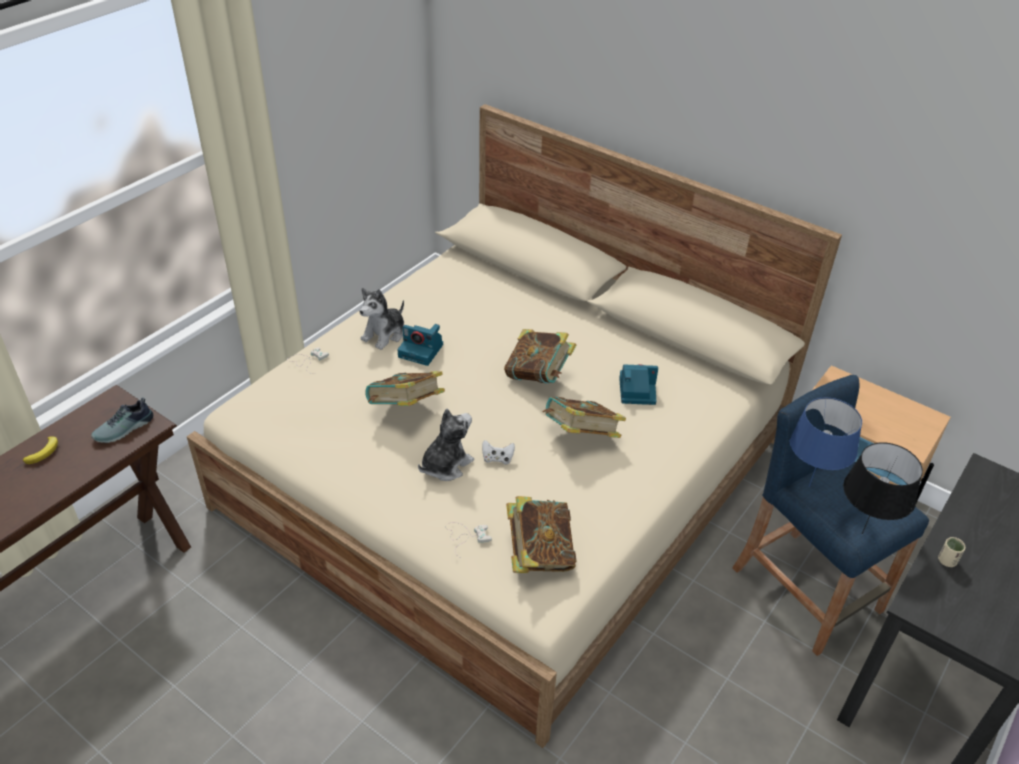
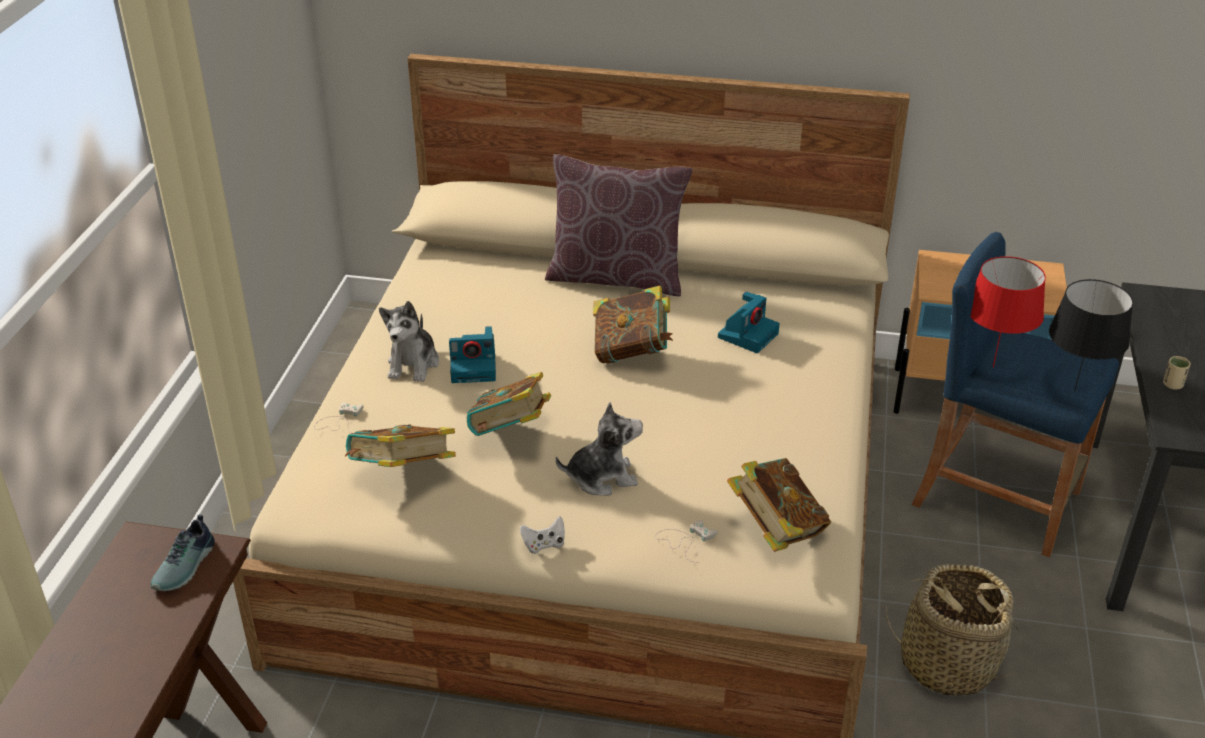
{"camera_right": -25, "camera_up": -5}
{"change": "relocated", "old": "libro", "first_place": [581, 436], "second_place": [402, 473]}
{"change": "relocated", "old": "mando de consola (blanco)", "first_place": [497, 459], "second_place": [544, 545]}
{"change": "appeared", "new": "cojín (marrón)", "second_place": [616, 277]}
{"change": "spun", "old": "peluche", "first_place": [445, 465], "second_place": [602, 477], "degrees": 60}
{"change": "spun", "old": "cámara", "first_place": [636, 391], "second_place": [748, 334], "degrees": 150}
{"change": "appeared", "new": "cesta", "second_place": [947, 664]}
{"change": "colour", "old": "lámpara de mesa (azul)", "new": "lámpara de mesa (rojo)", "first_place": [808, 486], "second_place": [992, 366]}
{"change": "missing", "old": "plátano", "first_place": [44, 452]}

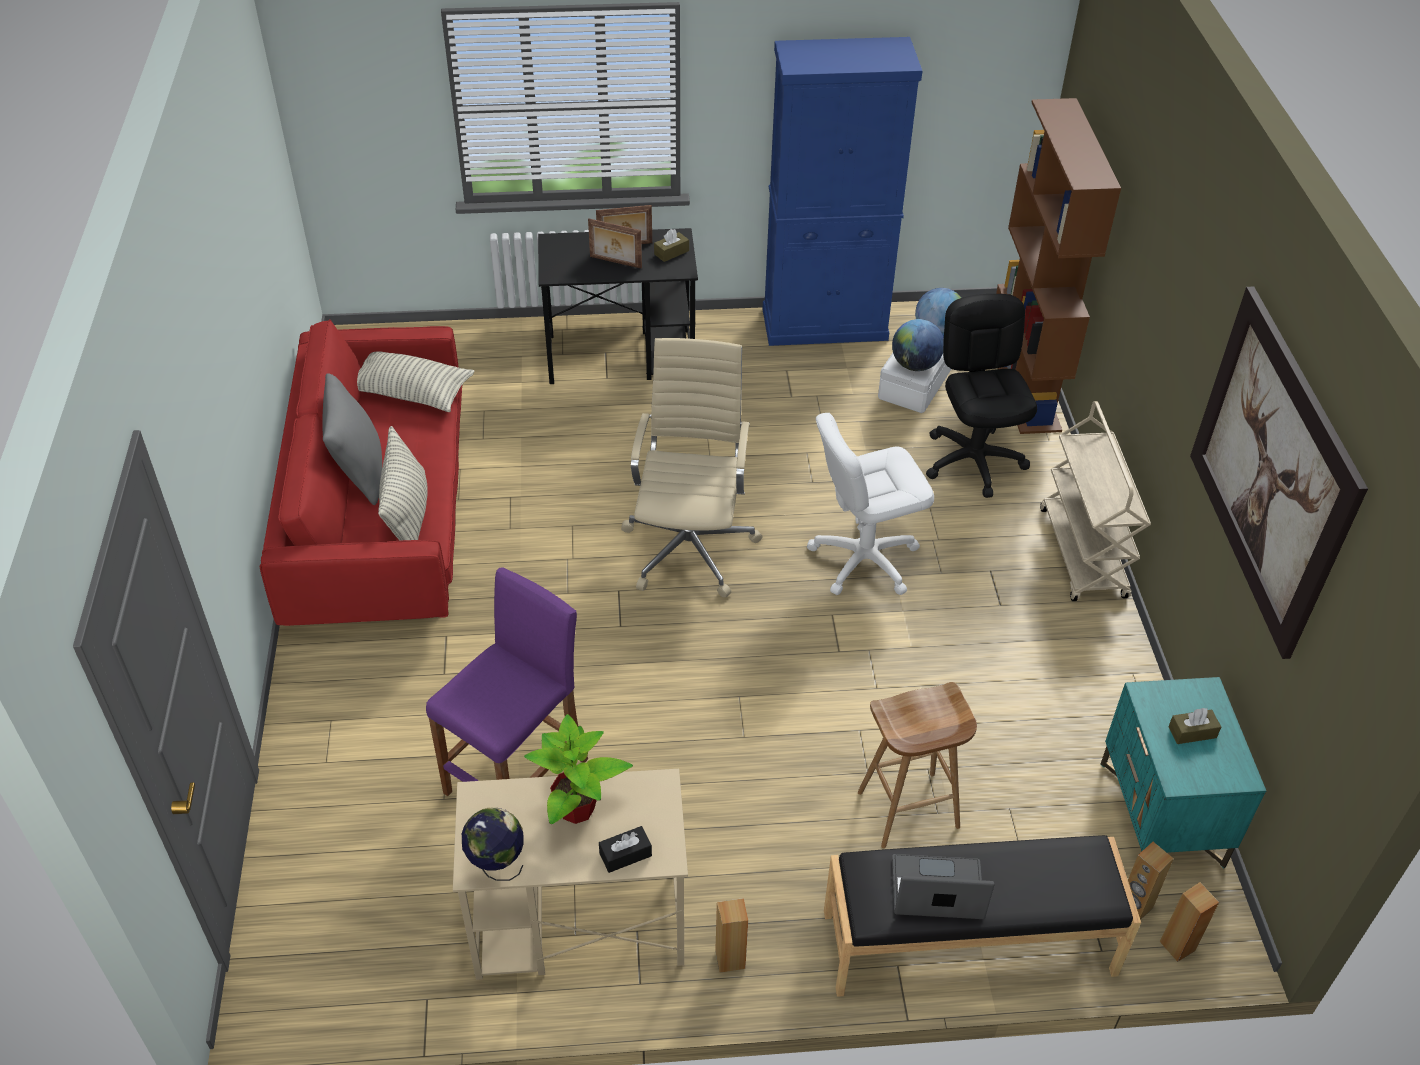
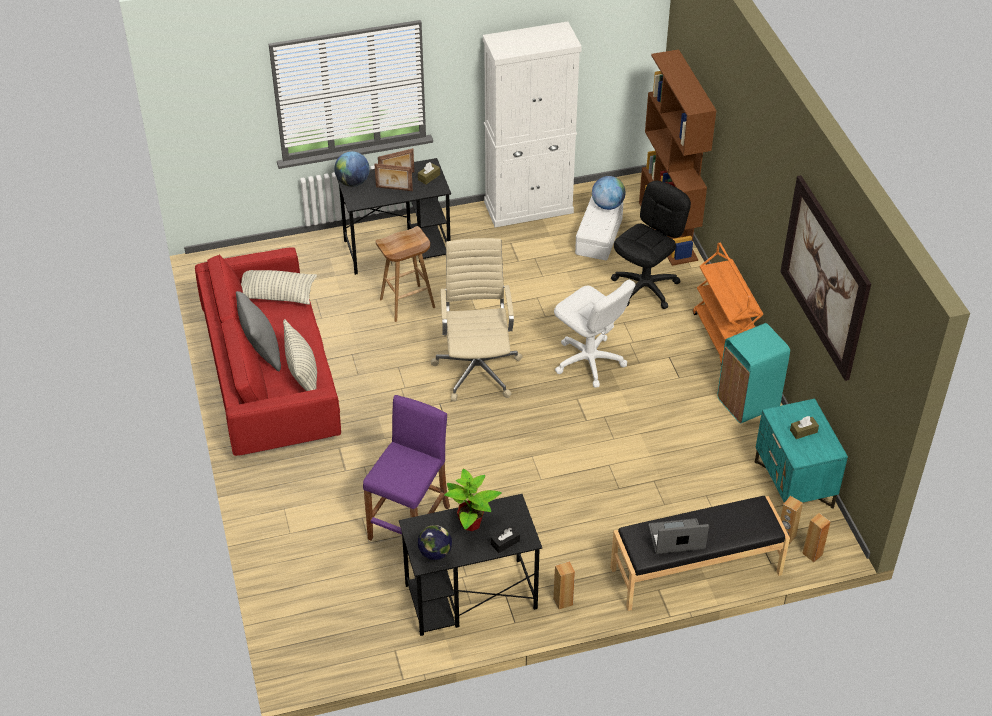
{"camera_right": -10, "camera_up": 0}
{"change": "relocated", "old": "globo terráqueo", "first_place": [915, 365], "second_place": [353, 182]}
{"change": "relocated", "old": "taburete (marrón)", "first_place": [907, 811], "second_place": [407, 304]}
{"change": "colour", "old": "escritorio (beis)", "new": "escritorio (negro)", "first_place": [577, 924], "second_place": [470, 597]}
{"change": "colour", "old": "armario (azul)", "new": "armario (blanco)", "first_place": [825, 324], "second_place": [529, 207]}
{"change": "spun", "old": "silla de oficina (blanco)", "first_place": [863, 559], "second_place": [589, 361], "degrees": -105}
{"change": "spun", "old": "silla de oficina (negro)", "first_place": [973, 461], "second_place": [645, 288], "degrees": 60}
{"change": "colour", "old": "carrito (beis)", "new": "carrito (naranja)", "first_place": [1083, 554], "second_place": [724, 338]}
{"change": "appeared", "new": "papelera (turquesa)", "second_place": [748, 403]}

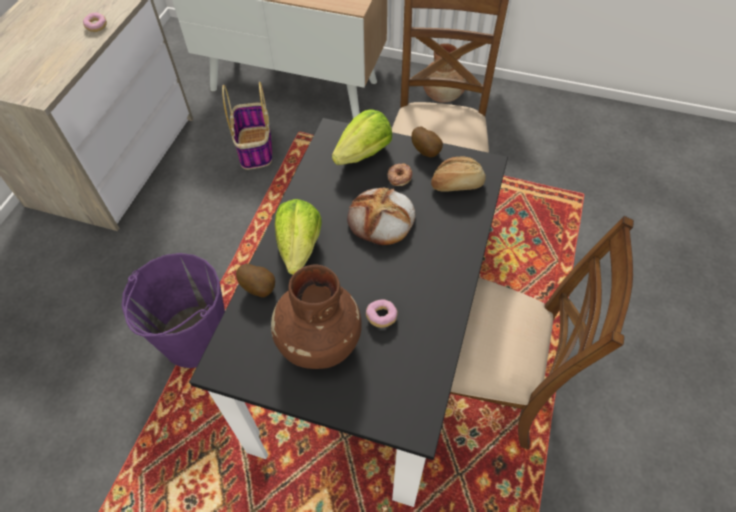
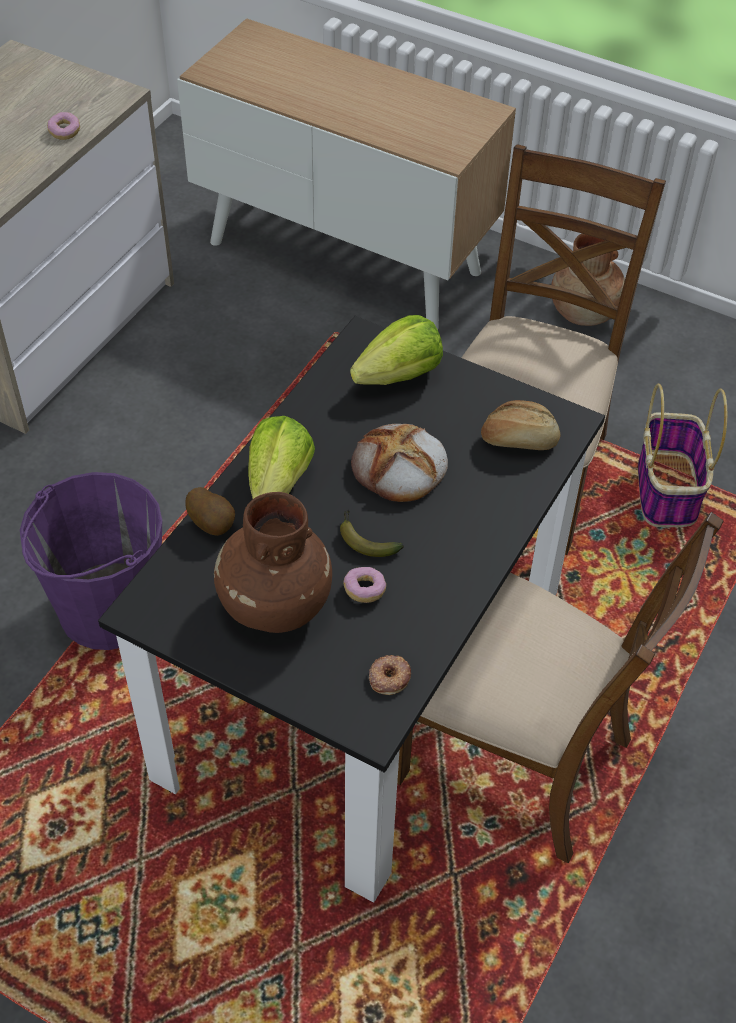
{"camera_right": 10, "camera_up": -5}
{"change": "appeared", "new": "plátano", "second_place": [365, 539]}
{"change": "relocated", "old": "rosquilla", "first_place": [399, 176], "second_place": [389, 677]}
{"change": "relocated", "old": "cesta", "first_place": [255, 149], "second_place": [667, 491]}
{"change": "missing", "old": "patata", "first_place": [426, 151]}

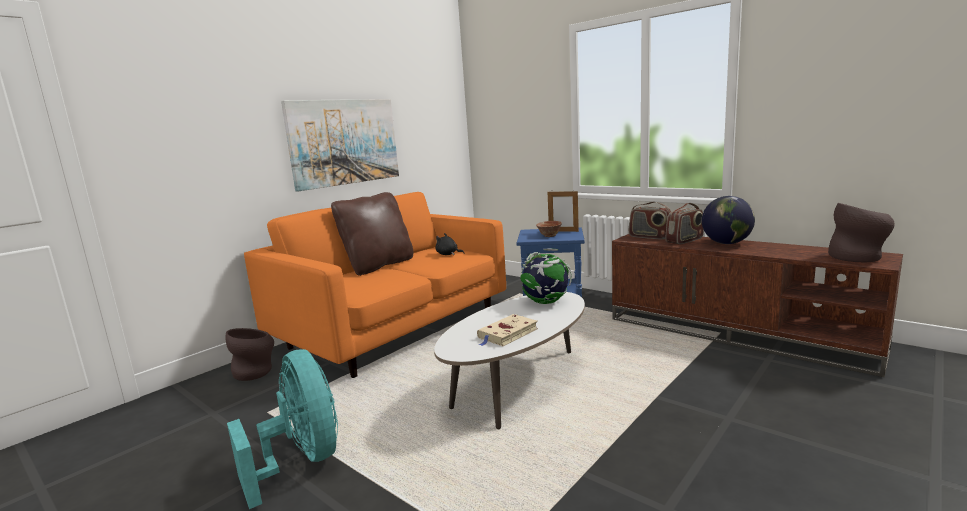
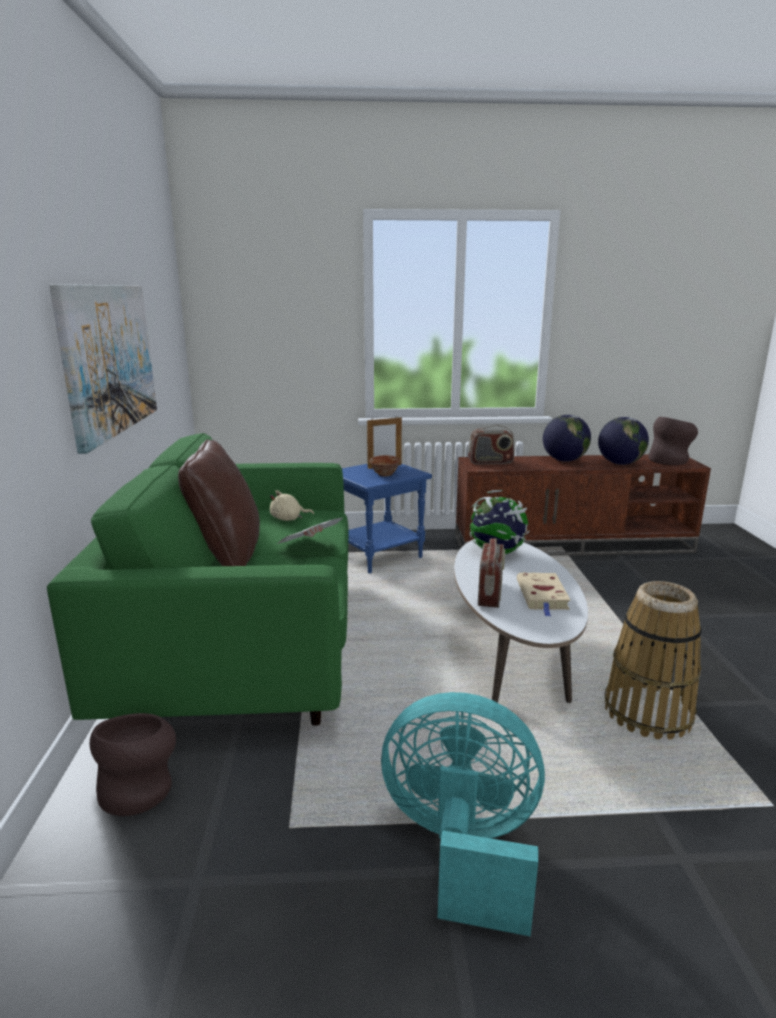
{"camera_right": -45, "camera_up": 5}
{"change": "colour", "old": "sofá (naranja)", "new": "sofá (verde)", "first_place": [394, 330], "second_place": [246, 644]}
{"change": "colour", "old": "peluche (negro)", "new": "peluche (beis)", "first_place": [448, 254], "second_place": [288, 519]}
{"change": "appeared", "new": "periódico", "second_place": [310, 548]}
{"change": "relocated", "old": "radio", "first_place": [685, 240], "second_place": [490, 594]}
{"change": "appeared", "new": "globo terráqueo", "second_place": [620, 463]}
{"change": "appeared", "new": "cesta", "second_place": [648, 713]}

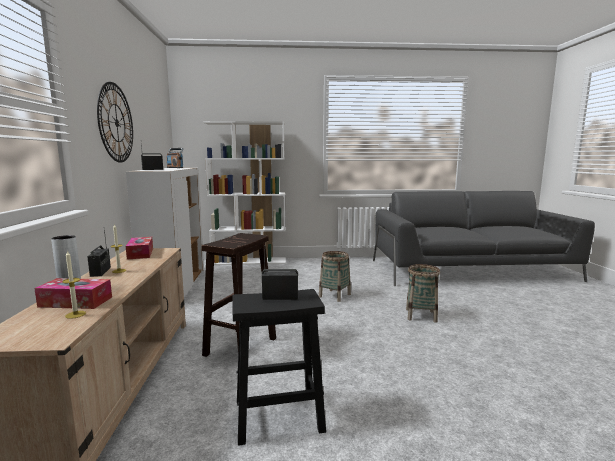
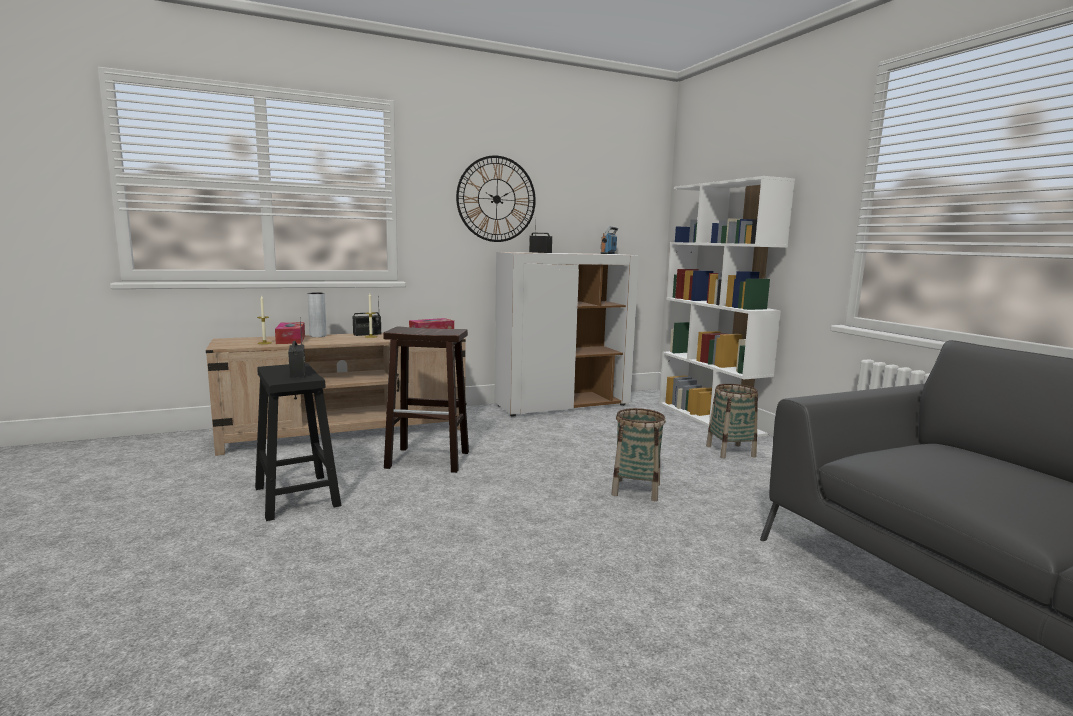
{"camera_right": 70, "camera_up": 0}
{"change": "relocated", "old": "cesta", "first_place": [421, 315], "second_place": [730, 451]}

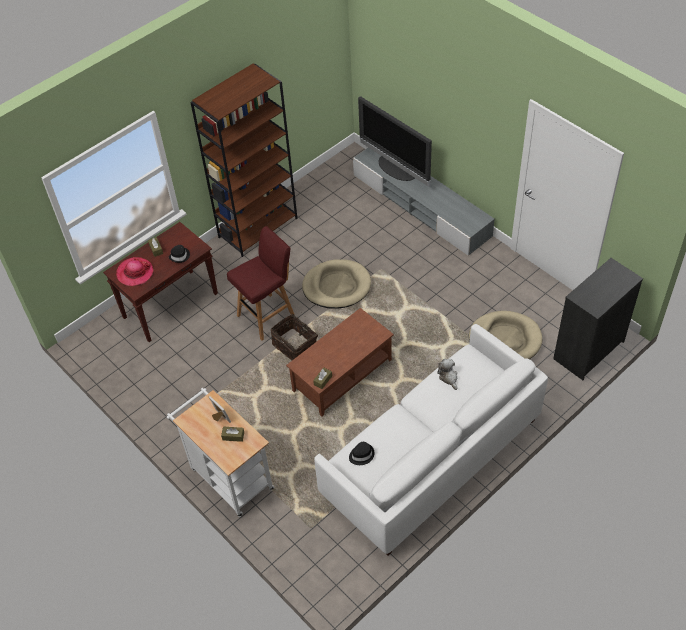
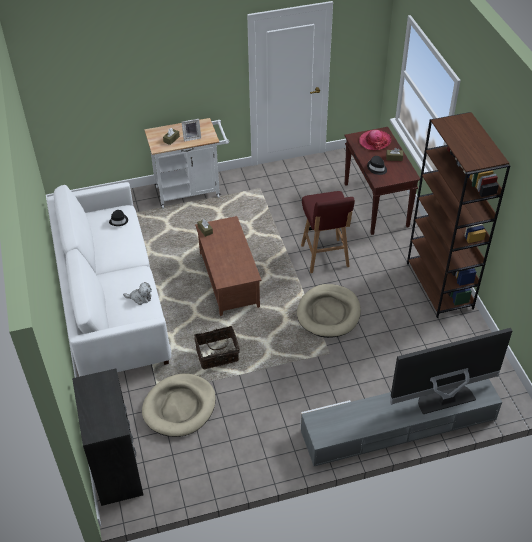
{"camera_right": 115, "camera_up": -5}
{"change": "relocated", "old": "cesta", "first_place": [295, 345], "second_place": [217, 355]}

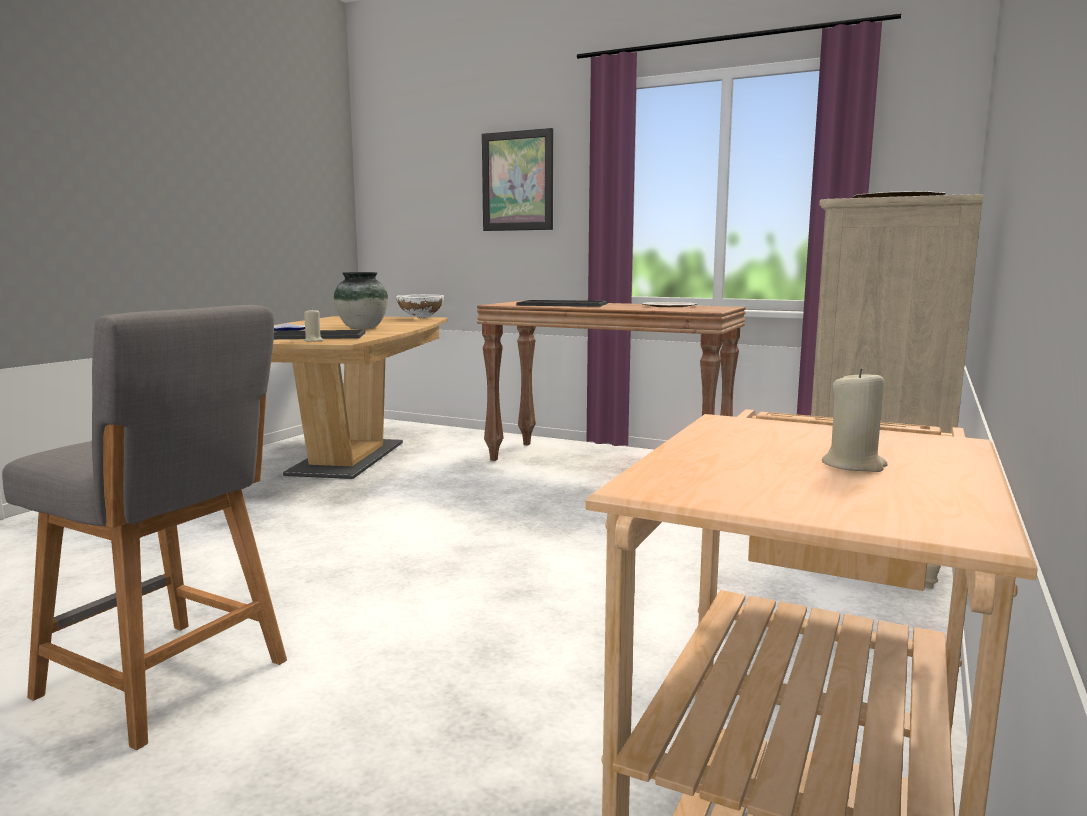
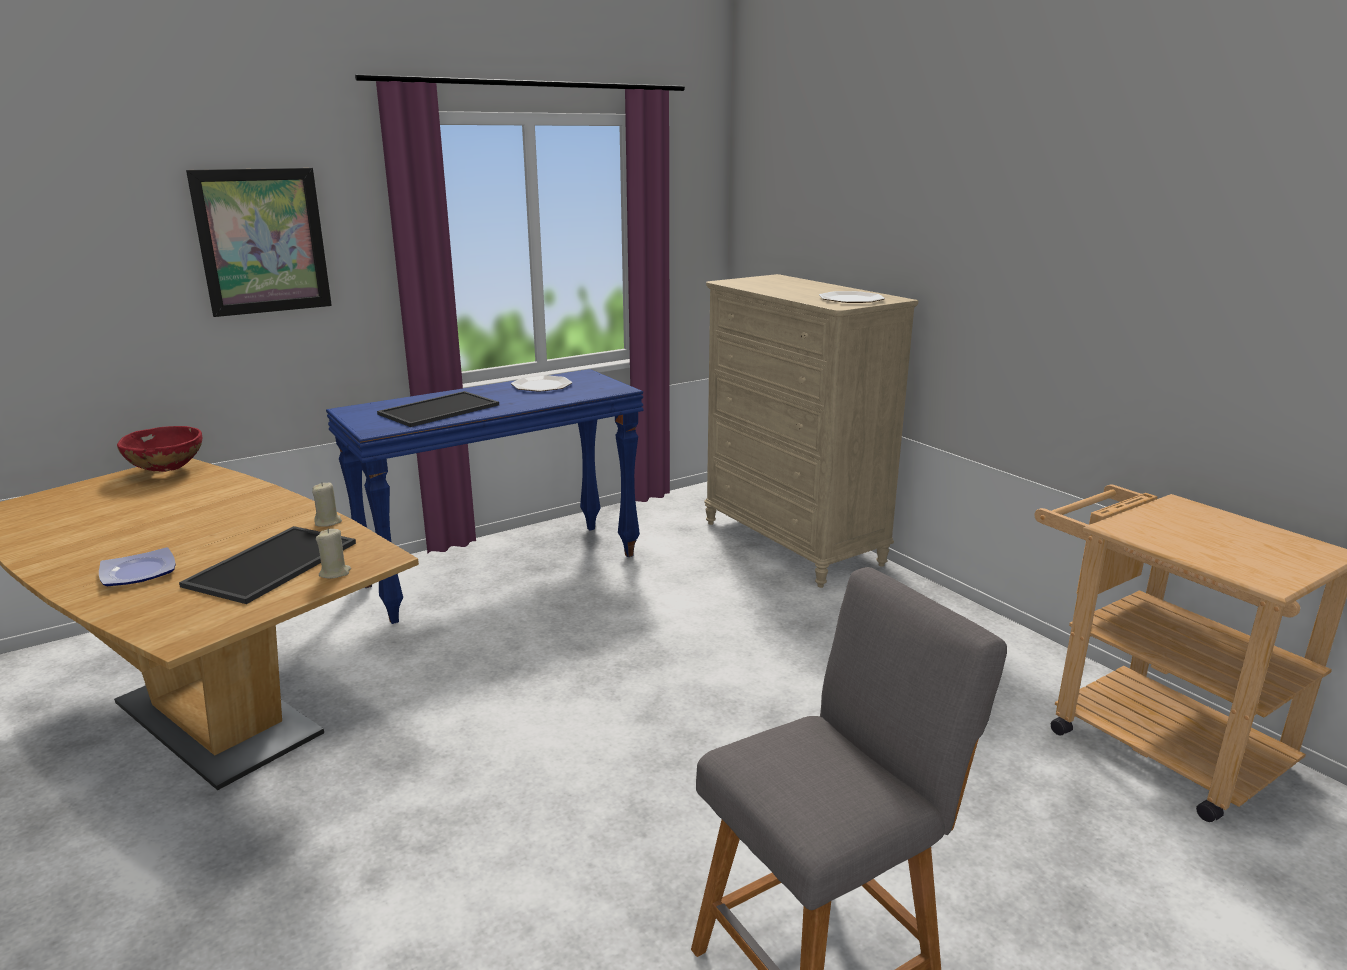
{"camera_right": -60, "camera_up": 10}
{"change": "colour", "old": "cuenco (blanco)", "new": "cuenco (rojo)", "first_place": [420, 318], "second_place": [166, 471]}
{"change": "relocated", "old": "vela (beis)", "first_place": [854, 465], "second_place": [328, 522]}
{"change": "colour", "old": "mesa consola (marrón)", "new": "mesa consola (azul)", "first_place": [608, 464], "second_place": [503, 569]}
{"change": "missing", "old": "florero", "first_place": [363, 328]}

